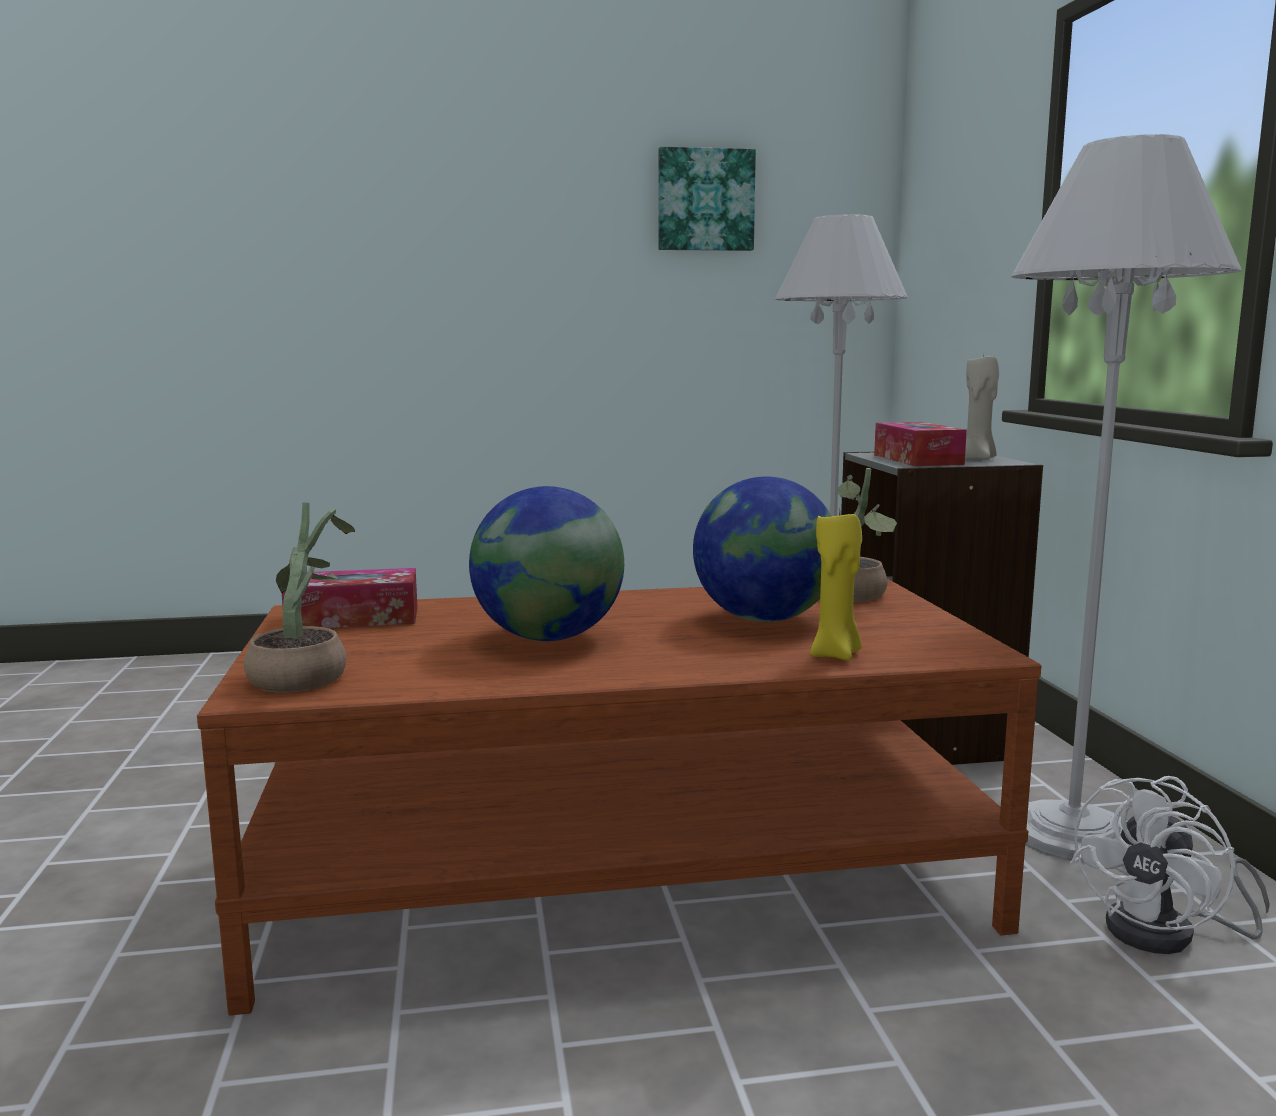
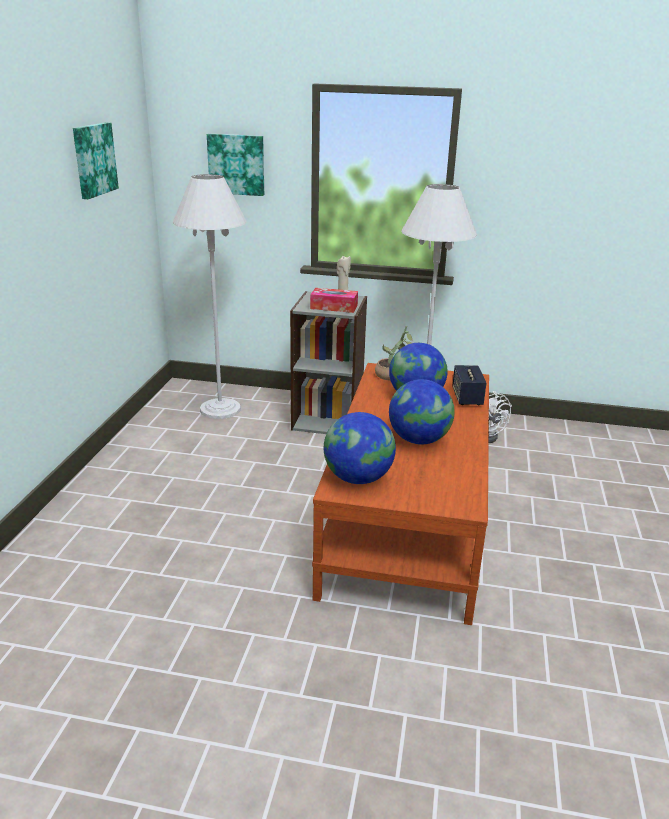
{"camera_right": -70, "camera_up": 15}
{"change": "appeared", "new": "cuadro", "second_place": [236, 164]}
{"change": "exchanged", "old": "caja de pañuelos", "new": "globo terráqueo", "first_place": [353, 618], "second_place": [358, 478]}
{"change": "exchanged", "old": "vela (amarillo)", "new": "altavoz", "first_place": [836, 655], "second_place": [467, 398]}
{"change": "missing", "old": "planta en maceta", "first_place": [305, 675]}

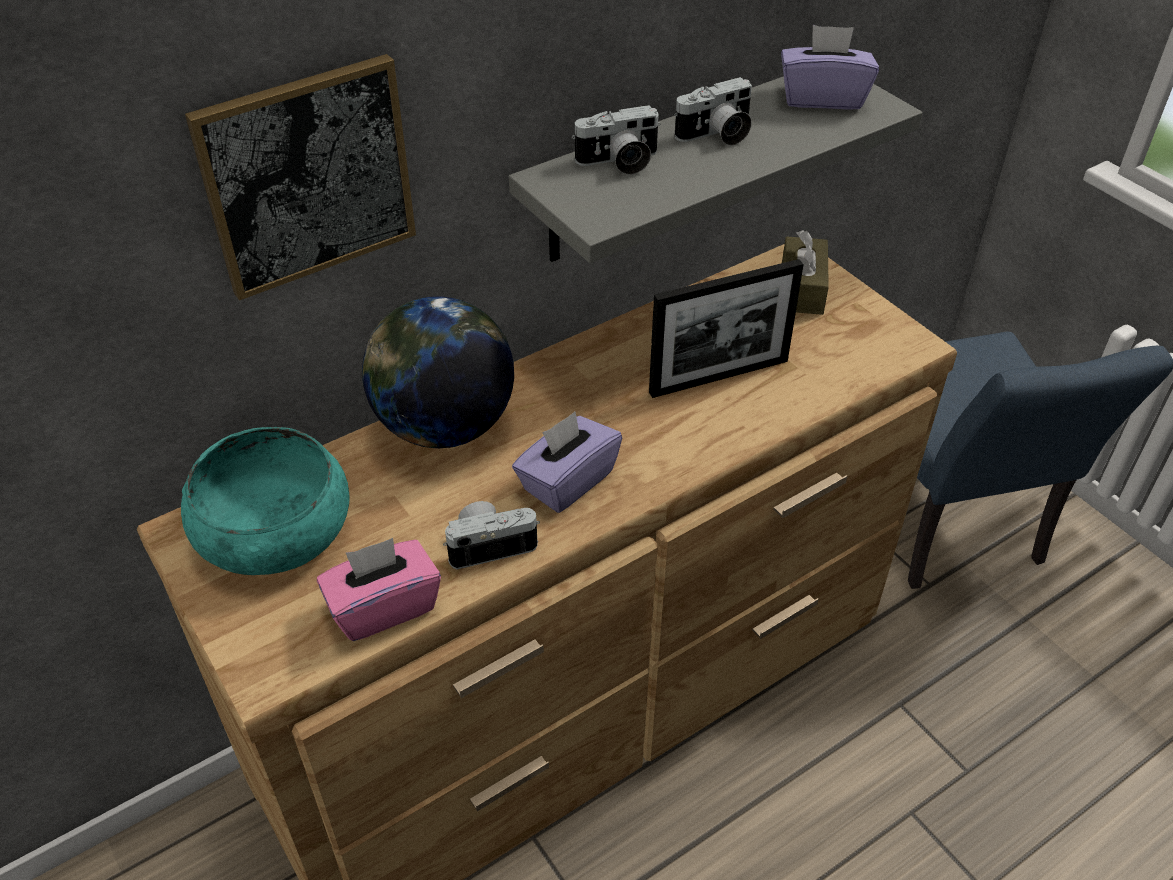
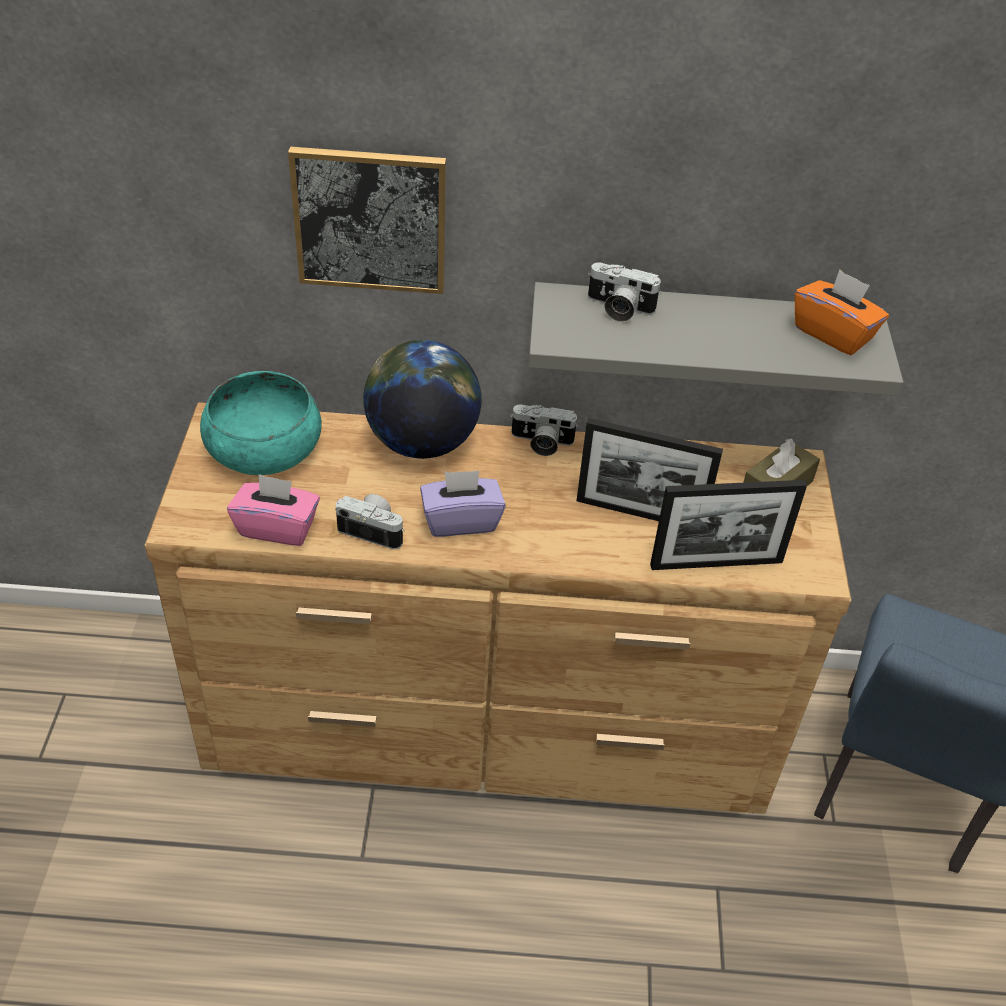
{"camera_right": 35, "camera_up": 0}
{"change": "relocated", "old": "cámara", "first_place": [716, 135], "second_place": [541, 443]}
{"change": "appeared", "new": "portarretratos", "second_place": [716, 563]}
{"change": "colour", "old": "caja de pañuelos (morado)", "new": "caja de pañuelos (naranja)", "first_place": [822, 98], "second_place": [833, 333]}

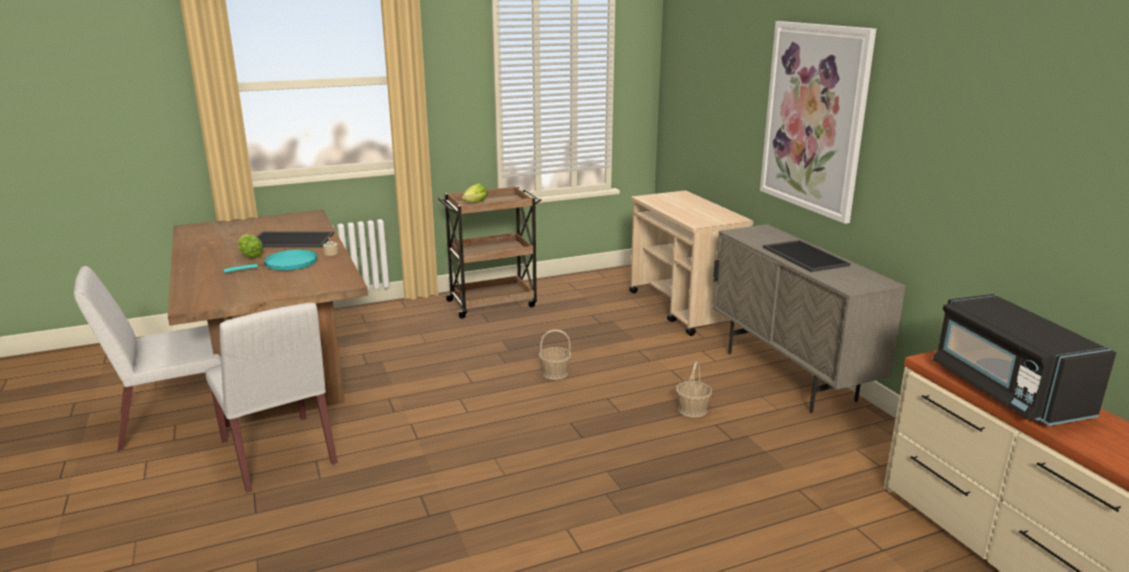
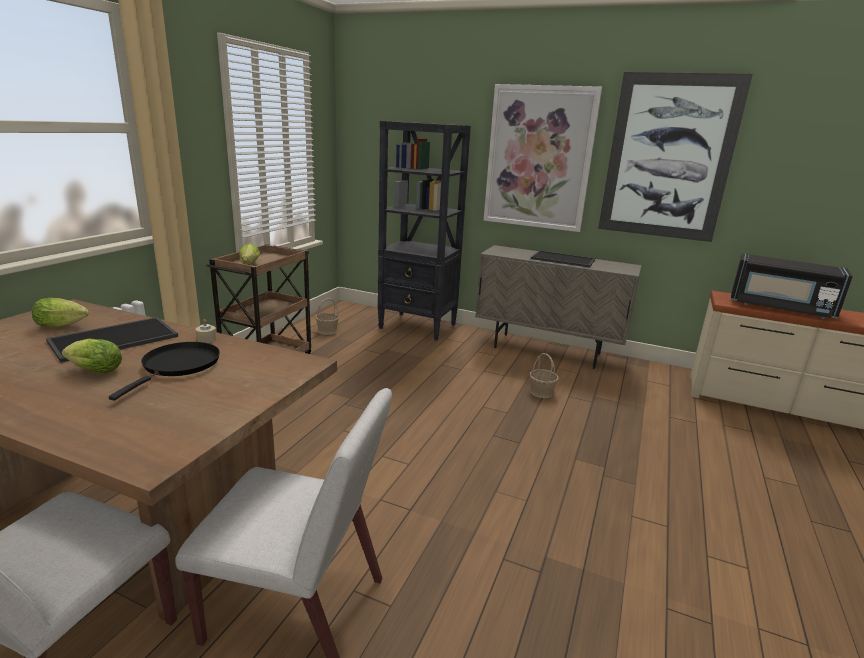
{"camera_right": -45, "camera_up": 0}
{"change": "appeared", "new": "lechuga", "second_place": [64, 326]}
{"change": "colour", "old": "sartén (turquesa)", "new": "sartén (negro)", "first_place": [287, 264], "second_place": [178, 366]}
{"change": "relocated", "old": "cesta", "first_place": [554, 373], "second_place": [327, 331]}
{"change": "exchanged", "old": "carrito (beis)", "new": "estantería (negro)", "first_place": [684, 308], "second_place": [418, 326]}
{"change": "appeared", "new": "cuadro", "second_place": [668, 158]}

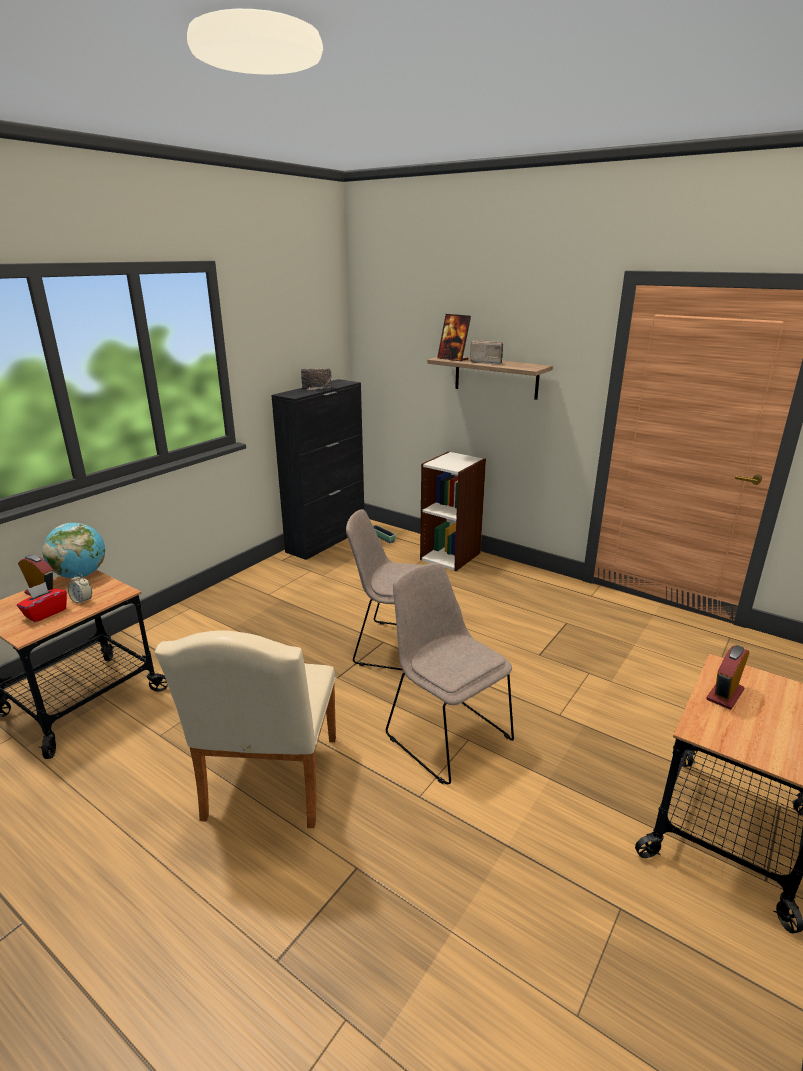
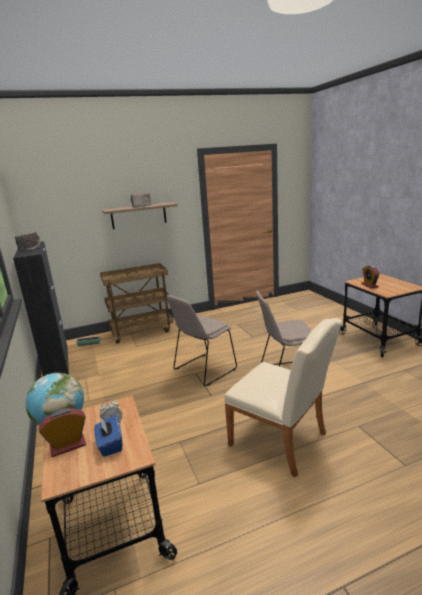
{"camera_right": -55, "camera_up": -5}
{"change": "colour", "old": "caja de pañuelos (rojo)", "new": "caja de pañuelos (azul)", "first_place": [45, 613], "second_place": [110, 445]}
{"change": "exchanged", "old": "estantería", "new": "carrito (marrón)", "first_place": [451, 556], "second_place": [142, 331]}
{"change": "missing", "old": "portarretratos", "first_place": [453, 359]}

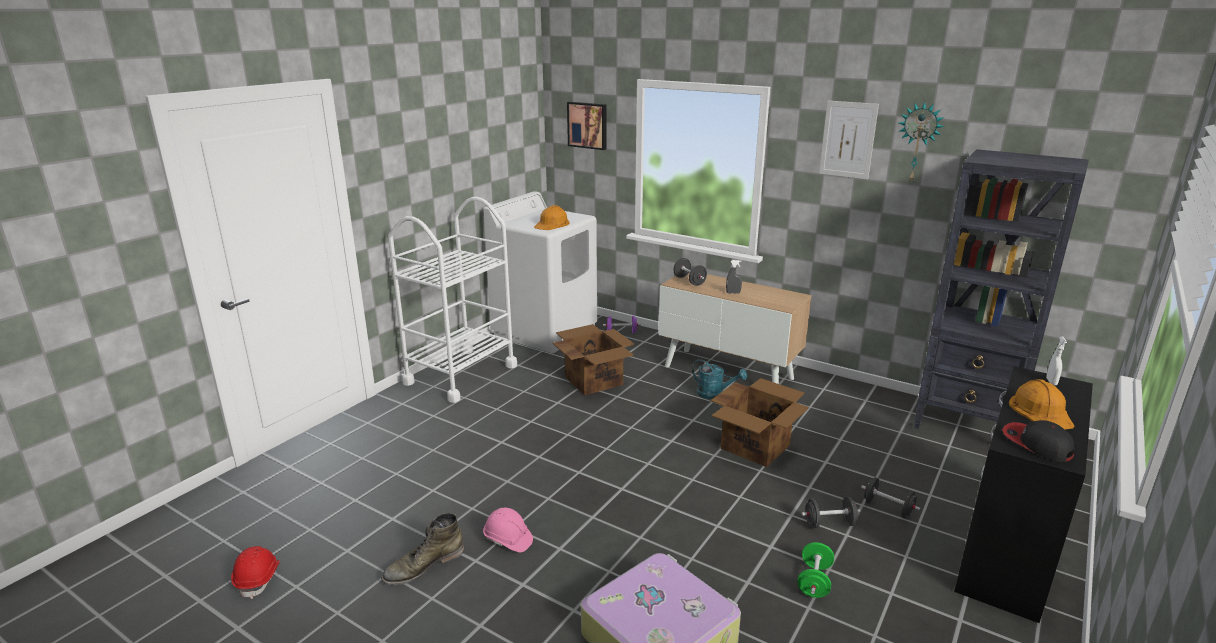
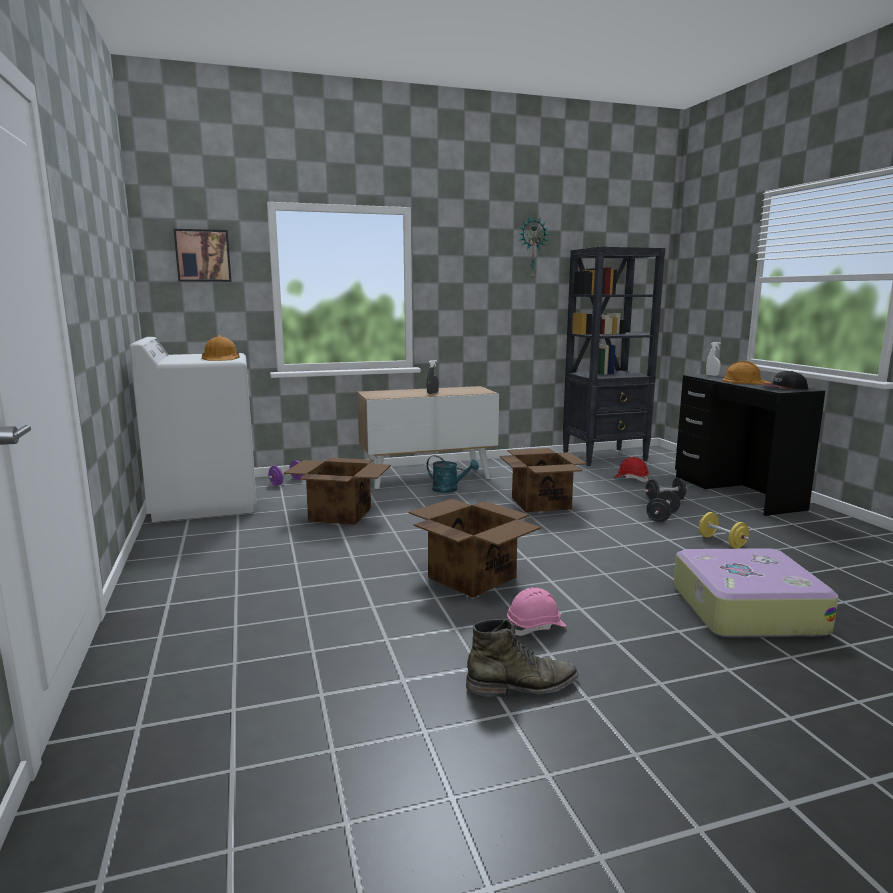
{"camera_right": -50, "camera_up": -10}
{"change": "appeared", "new": "caja de cartón", "second_place": [471, 576]}
{"change": "spun", "old": "regadera (turquesa)", "first_place": [715, 394], "second_place": [449, 490], "degrees": 45}
{"change": "spun", "old": "bota (verde)", "first_place": [424, 566], "second_place": [523, 685], "degrees": -105}
{"change": "relocated", "old": "casco (rojo)", "first_place": [258, 578], "second_place": [631, 479]}
{"change": "colour", "old": "mancuerna (verde)", "new": "mancuerna (amarillo)", "first_place": [814, 581], "second_place": [722, 542]}
{"change": "missing", "old": "carrito (blanco)", "first_place": [460, 374]}
{"change": "missing", "old": "mancuerna (negro)", "first_place": [689, 281]}
{"change": "missing", "old": "cuadro", "first_place": [848, 139]}

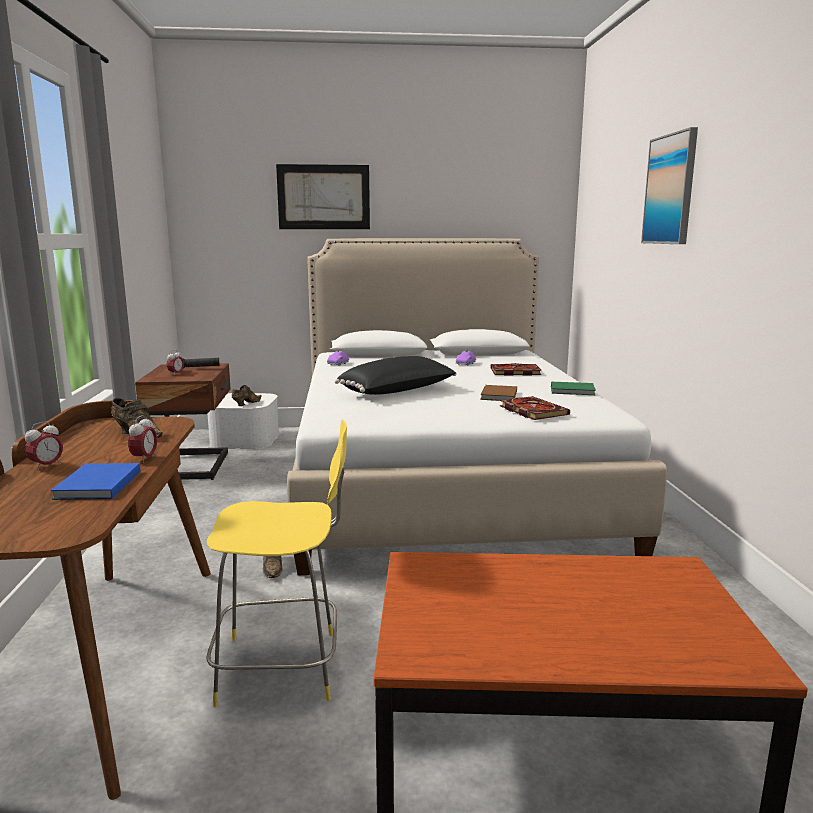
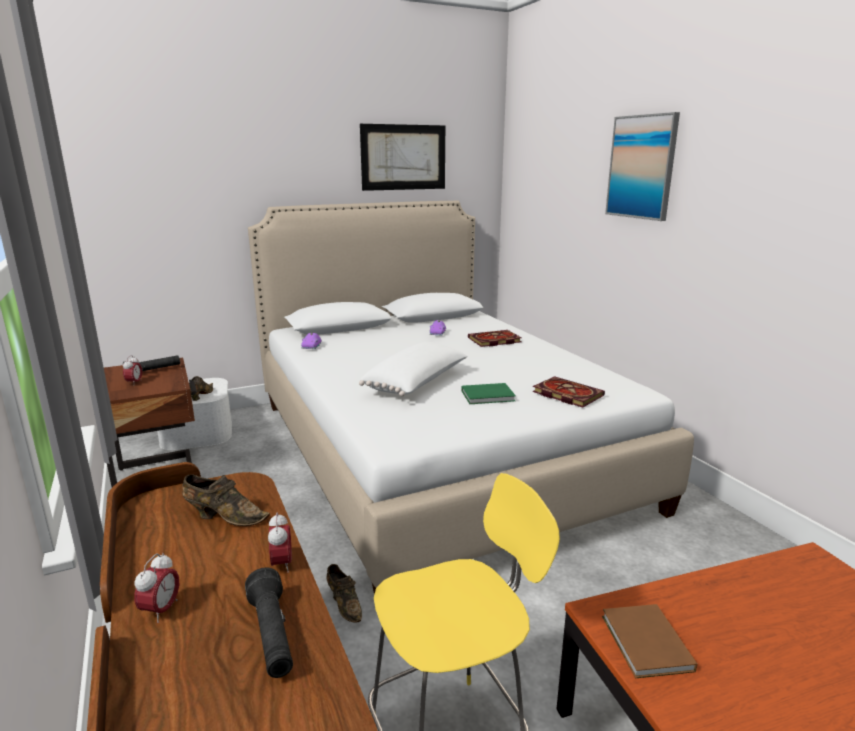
{"camera_right": -20, "camera_up": 5}
{"change": "exchanged", "old": "libro (azul)", "new": "linterna (negro)", "first_place": [96, 485], "second_place": [272, 636]}
{"change": "colour", "old": "cojín (negro)", "new": "cojín (blanco)", "first_place": [398, 392], "second_place": [417, 384]}
{"change": "relocated", "old": "cuadro", "first_place": [323, 197], "second_place": [403, 157]}
{"change": "relocated", "old": "libro (verde)", "first_place": [573, 391], "second_place": [489, 396]}
{"change": "relocated", "old": "libro (marrón)", "first_place": [498, 395], "second_place": [646, 644]}

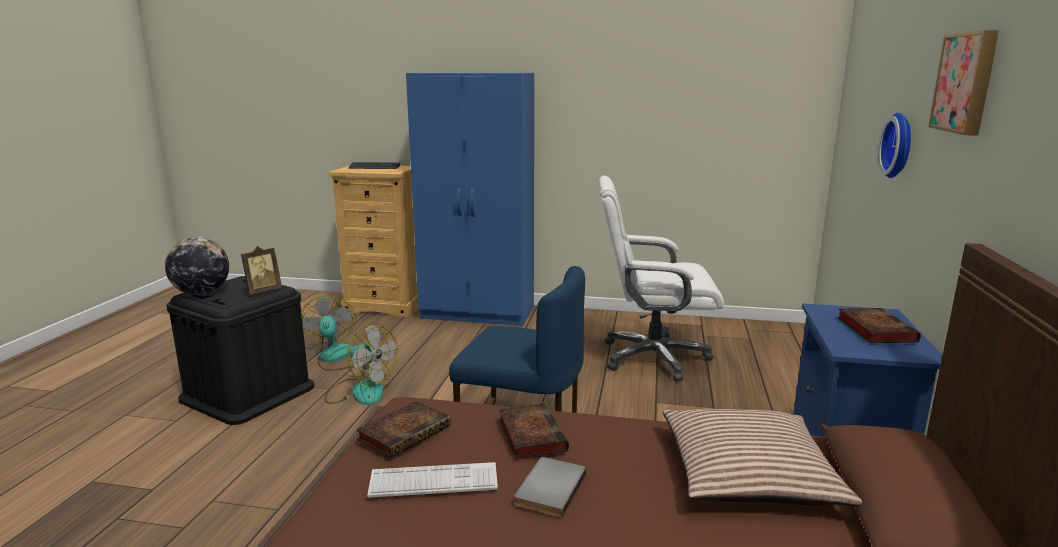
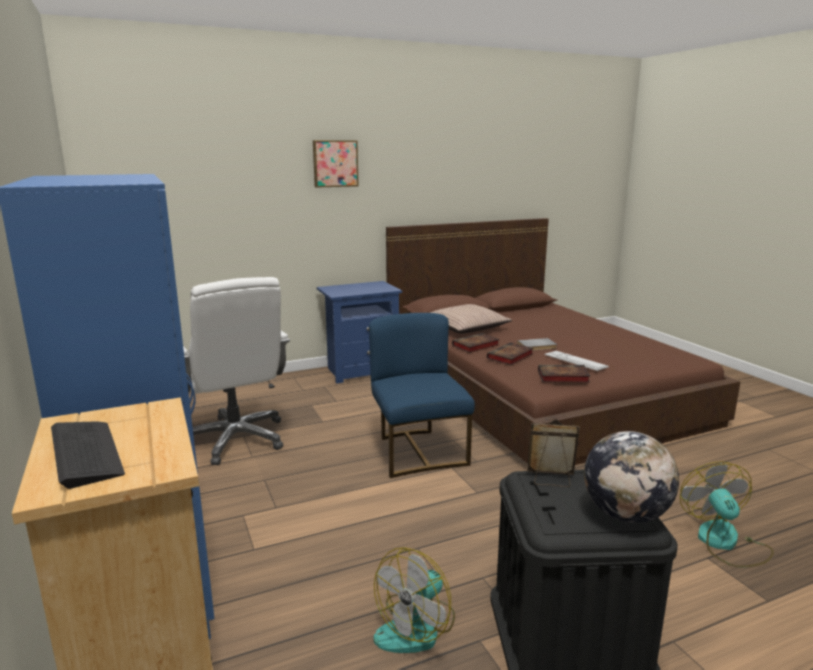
{"camera_right": -125, "camera_up": 0}
{"change": "relocated", "old": "libro", "first_place": [874, 329], "second_place": [475, 346]}
{"change": "relocated", "old": "ventilador", "first_place": [360, 391], "second_place": [724, 543]}
{"change": "missing", "old": "reloj de pared", "first_place": [900, 145]}

